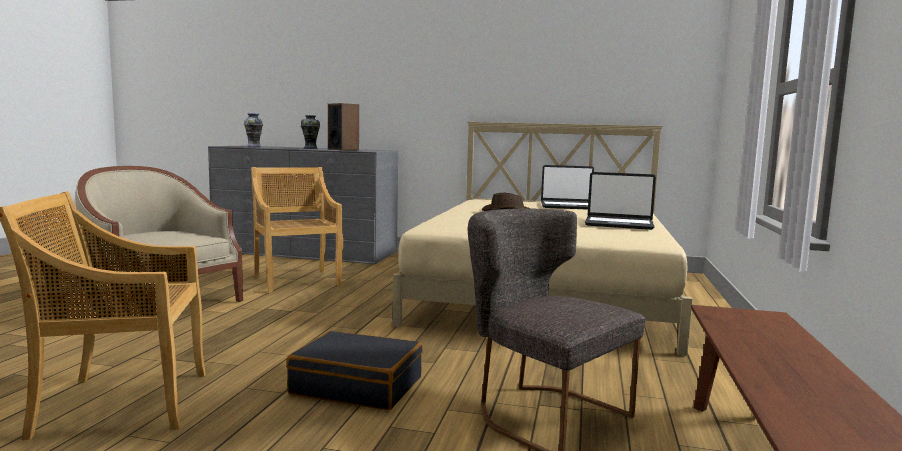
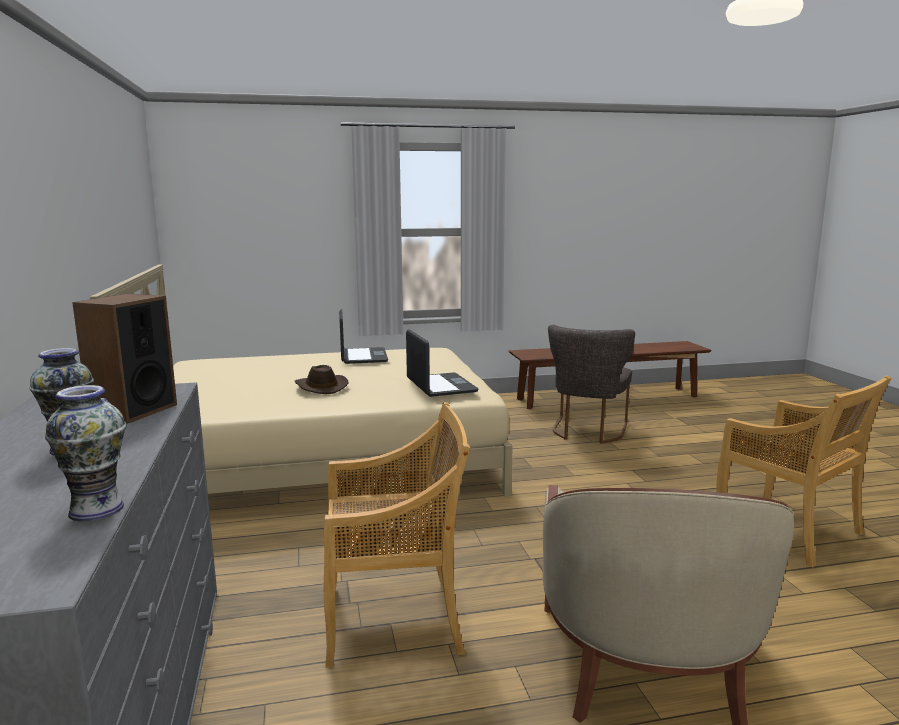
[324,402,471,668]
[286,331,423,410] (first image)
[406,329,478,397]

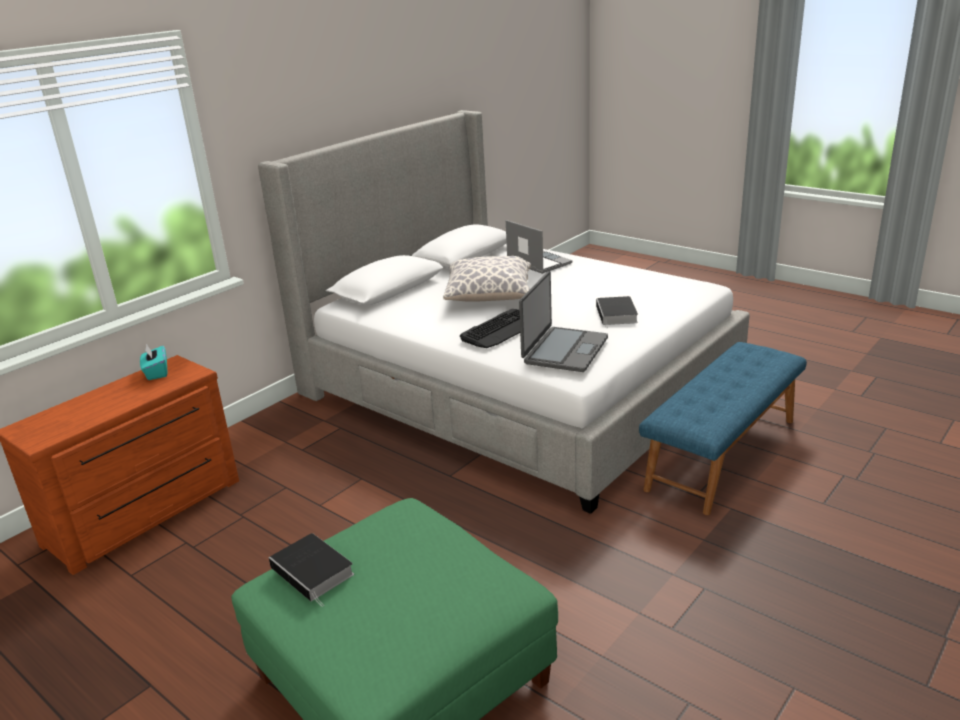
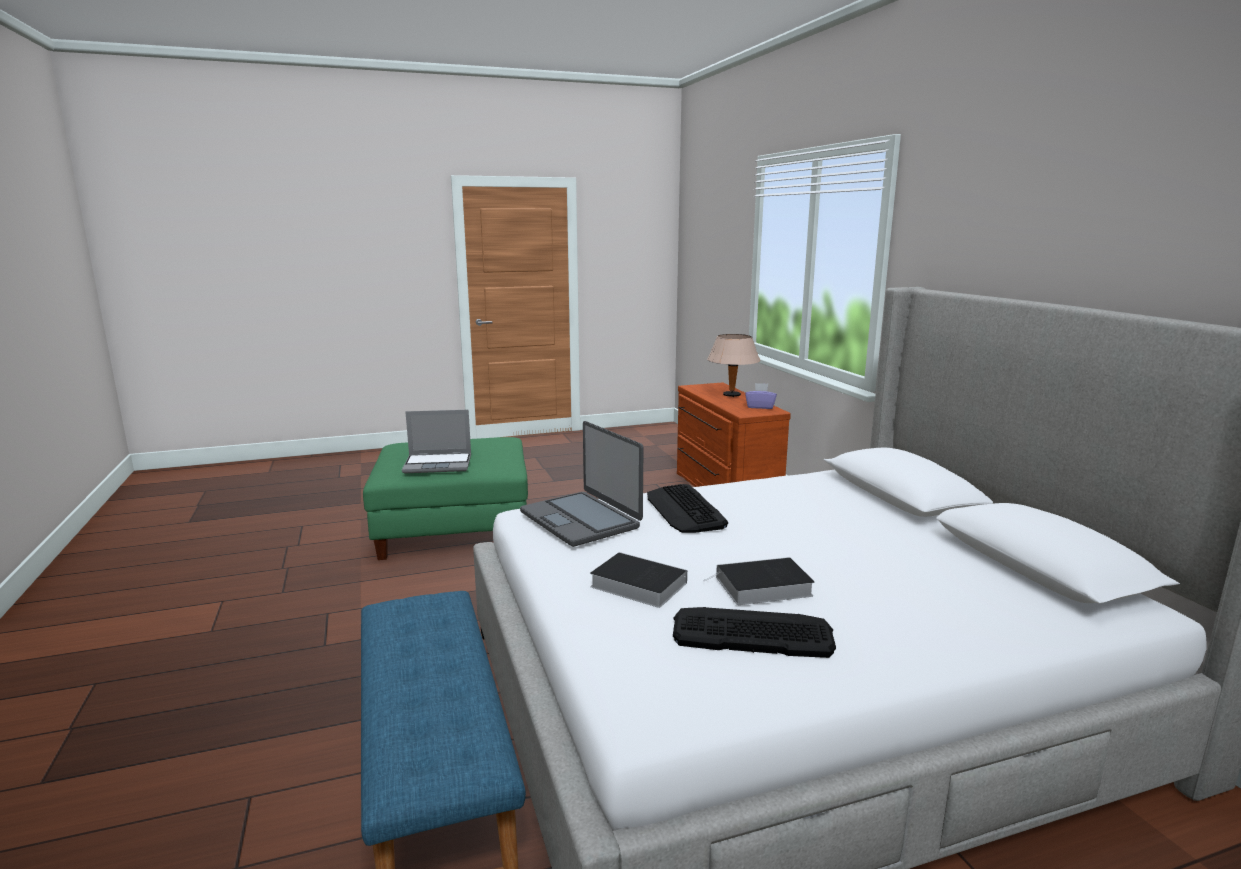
[745,383,777,409]
[703,557,814,605]
[443,256,531,302] (first image)
[402,410,471,473]
[673,607,836,658]
[707,334,760,397]

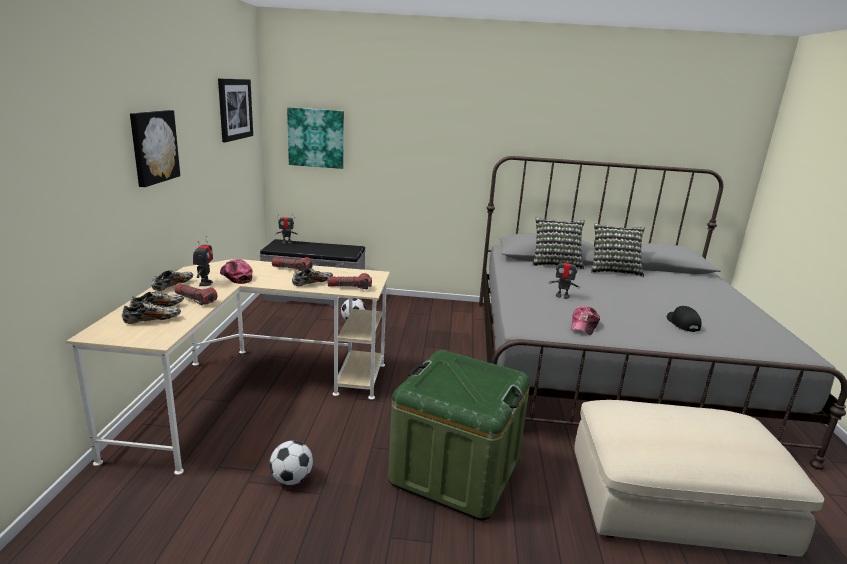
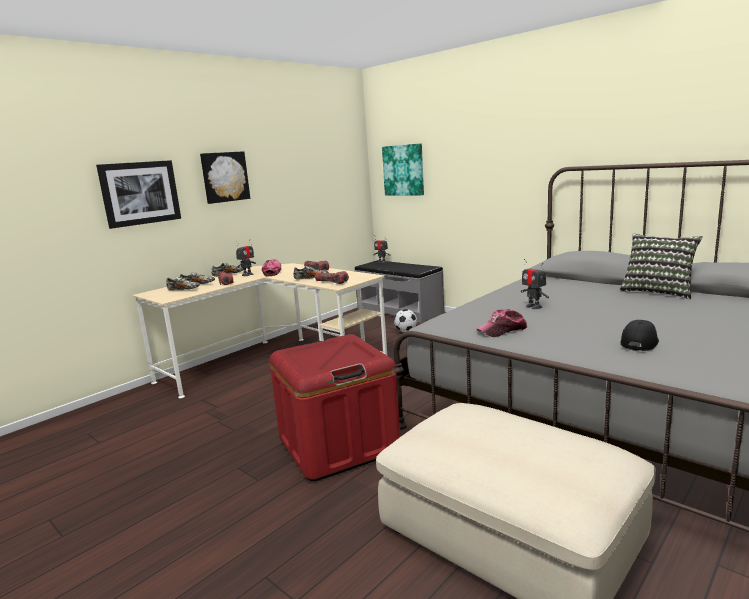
[96,160,181,229]
[270,440,313,485] (first image)
[269,334,400,481]
[533,218,585,269] (first image)

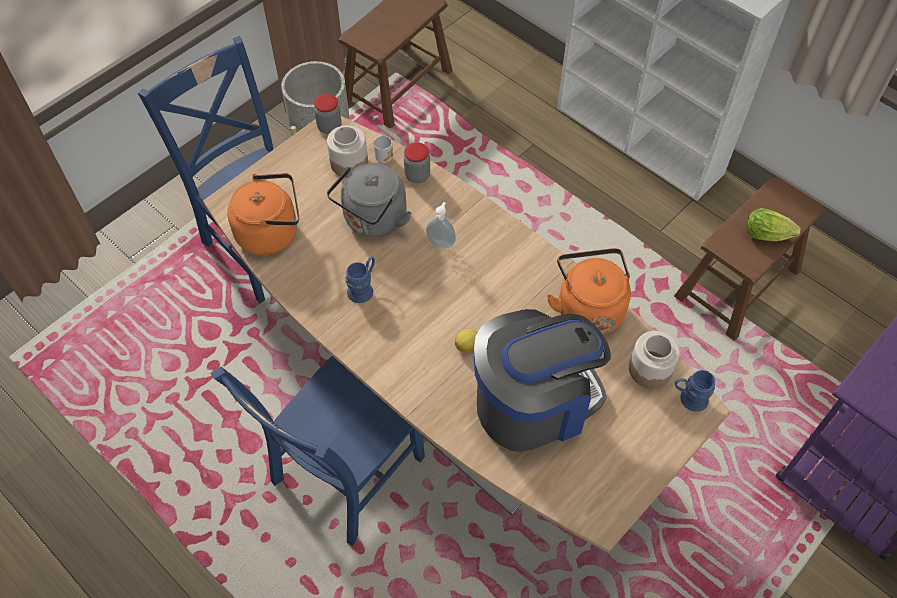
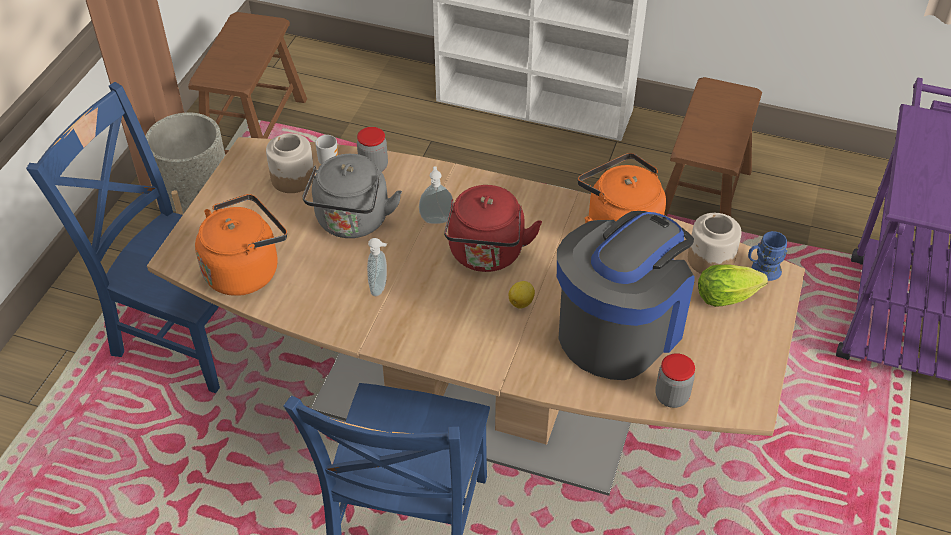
[655,353,695,408]
[367,238,387,296]
[698,265,768,307]
[444,185,542,272]

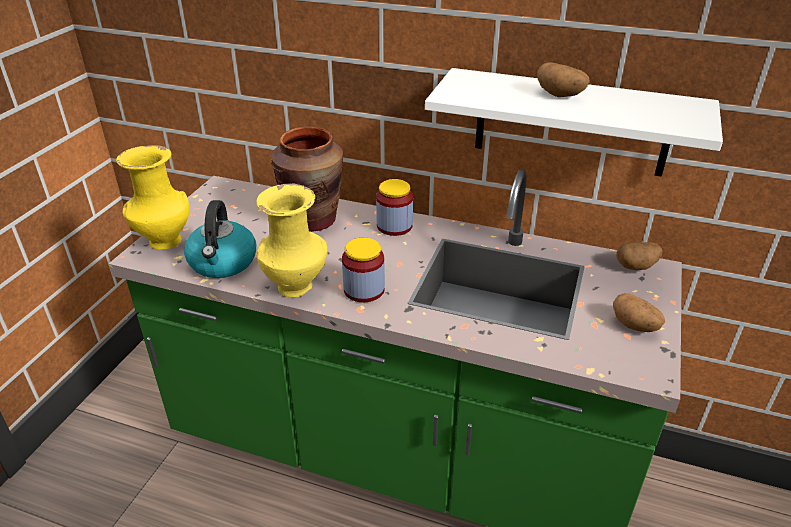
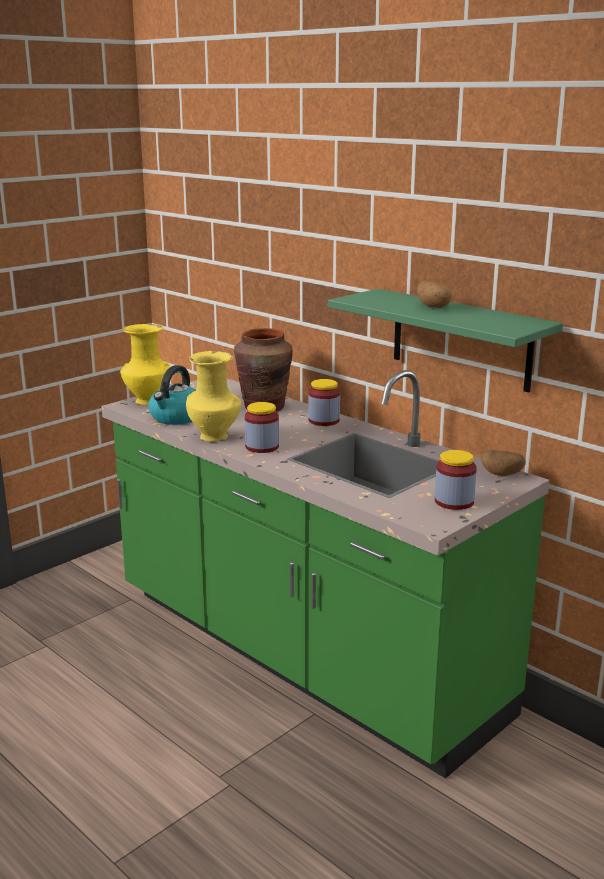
[328,289,563,392]
[435,450,477,510]

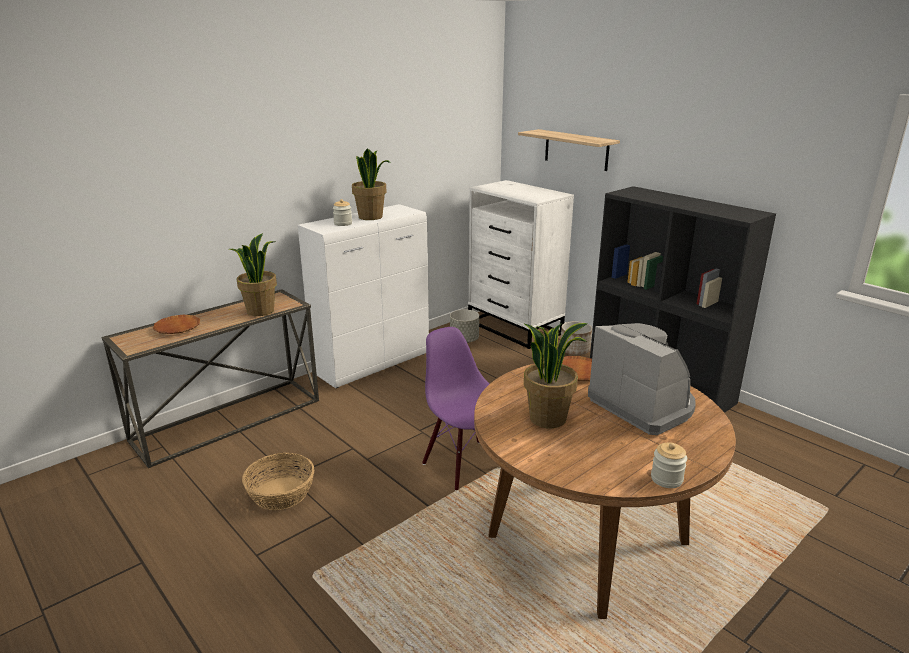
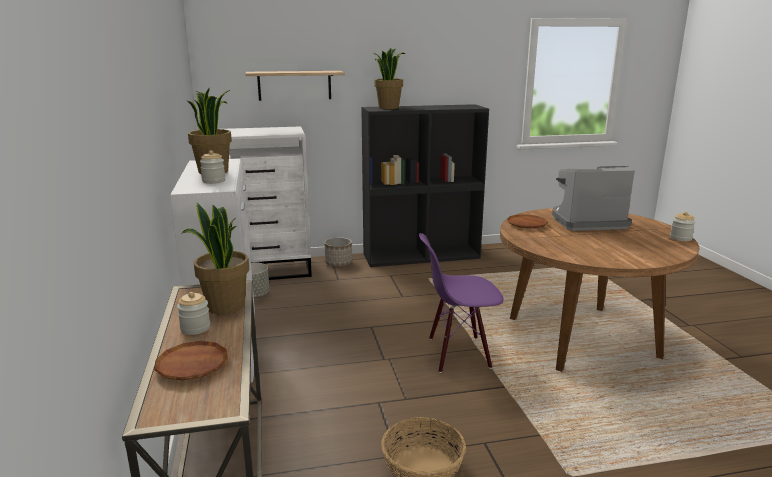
[373,48,405,109]
[177,292,210,335]

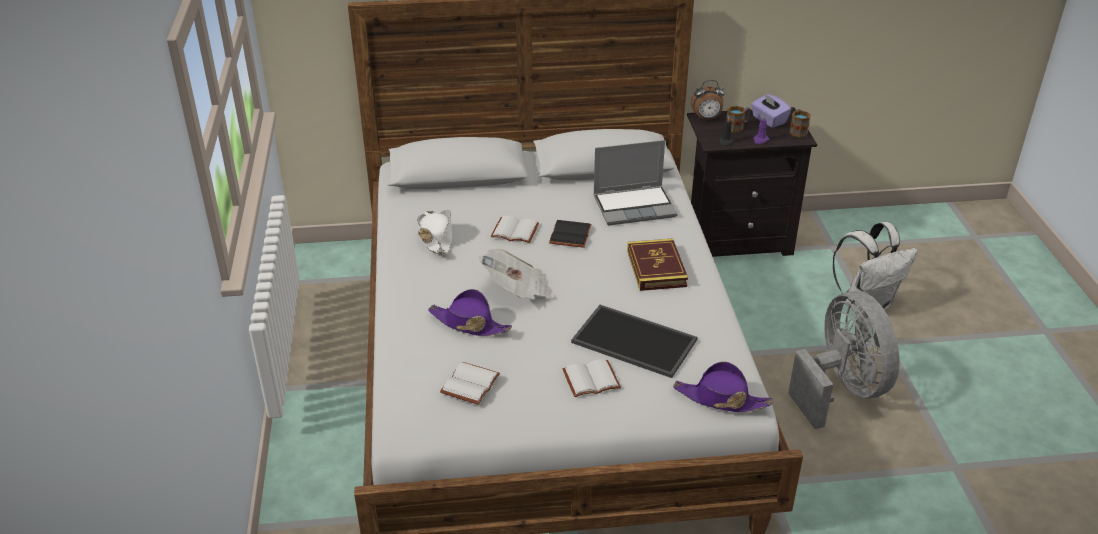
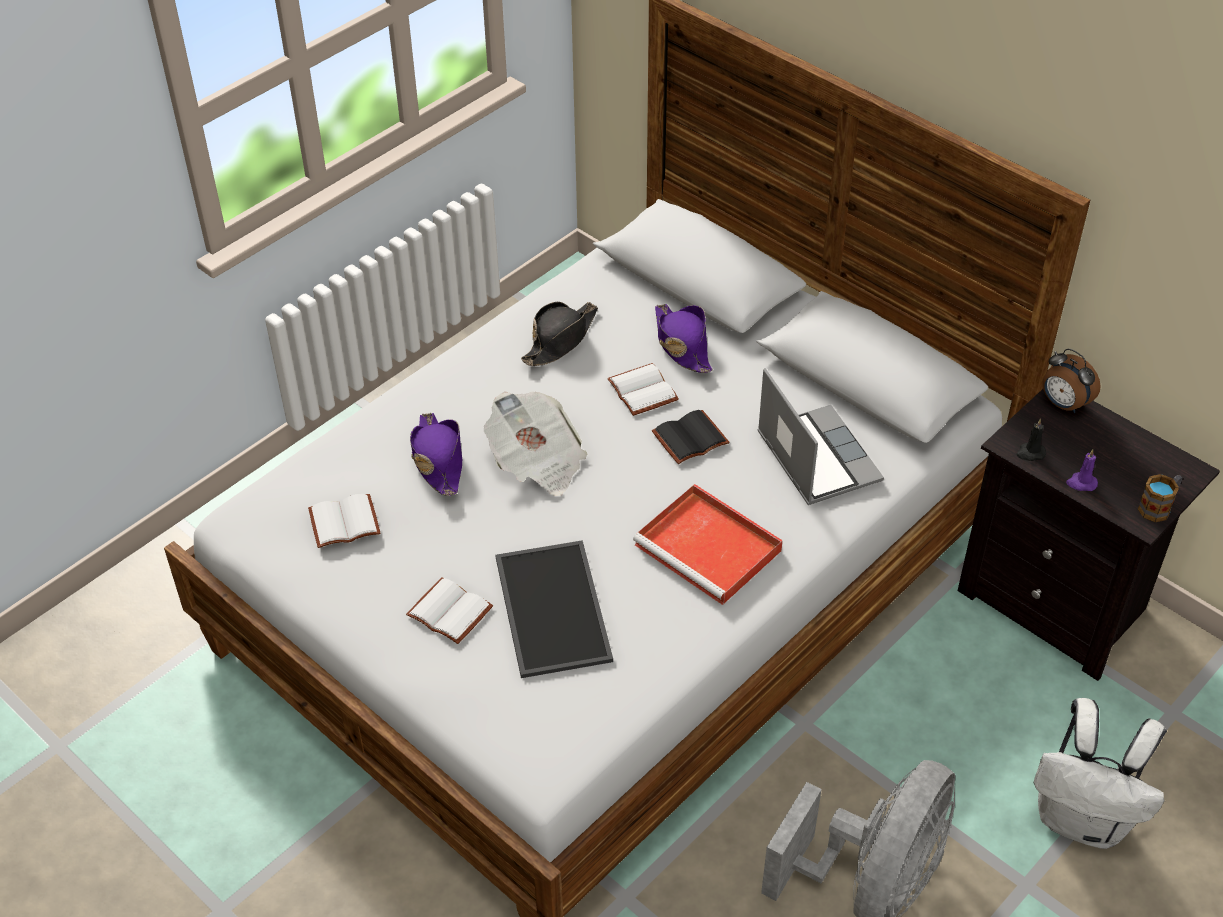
[521,302,598,366]
[758,368,884,505]
[633,484,783,605]
[655,304,713,373]
[726,106,750,132] (first image)
[751,94,791,128] (first image)

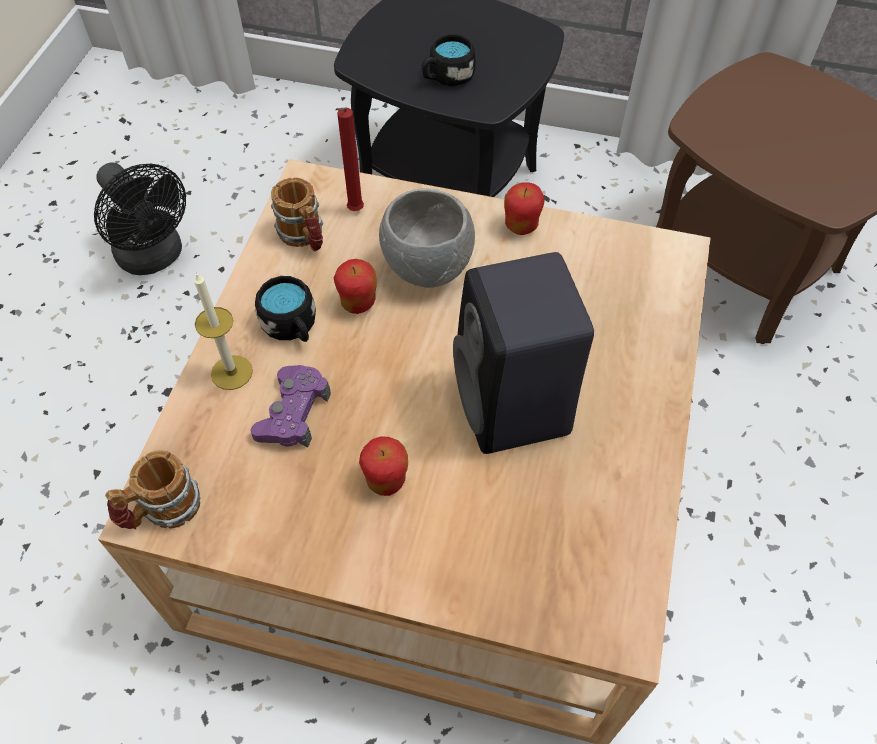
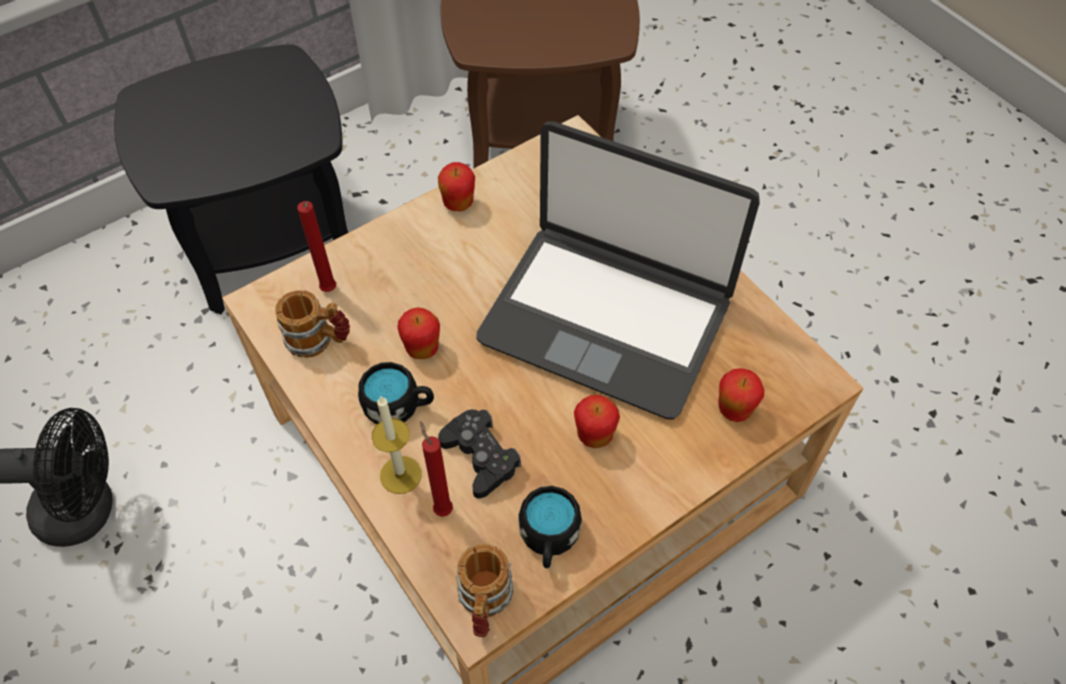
[438,409,521,499]
[379,188,475,288] (first image)
[518,486,582,569]
[476,121,760,420]
[420,421,453,517]
[718,368,764,422]

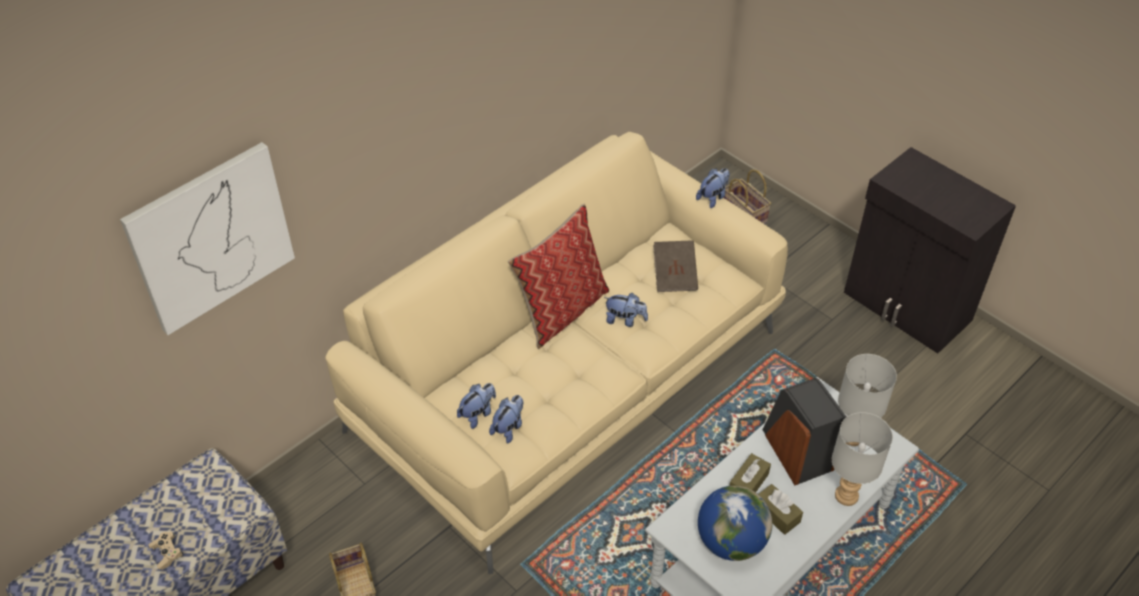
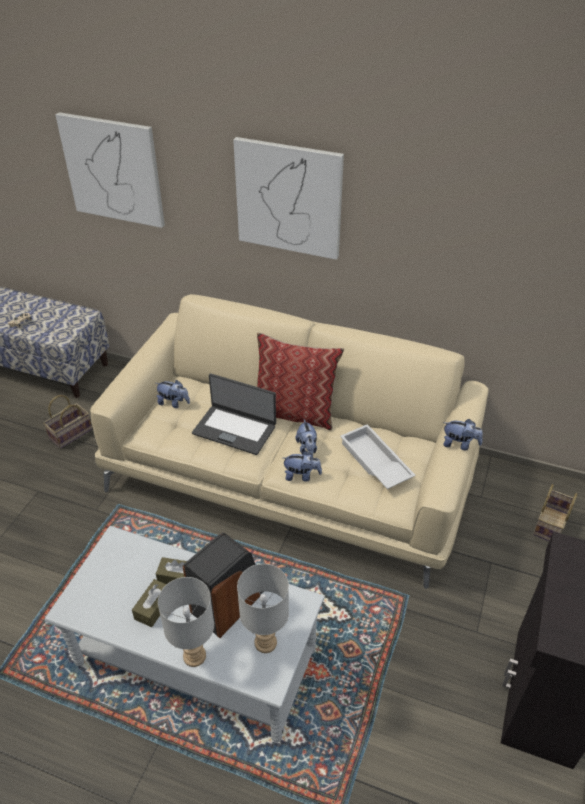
[283,451,322,482]
[340,424,416,489]
[698,486,772,561] (first image)
[192,373,276,455]
[233,137,344,260]

